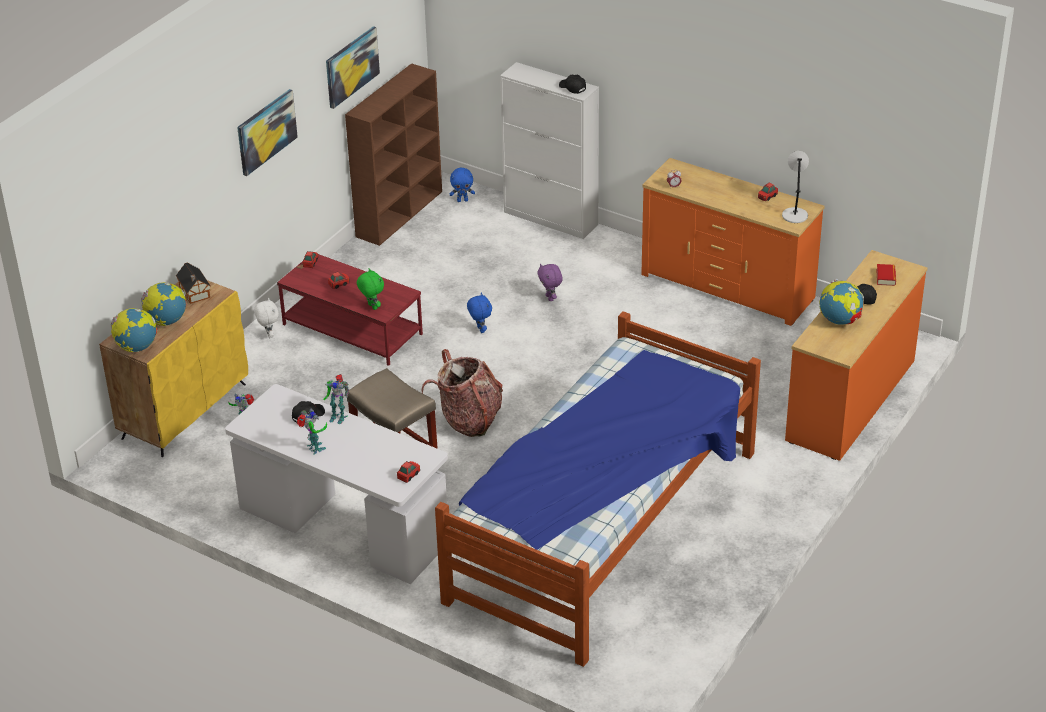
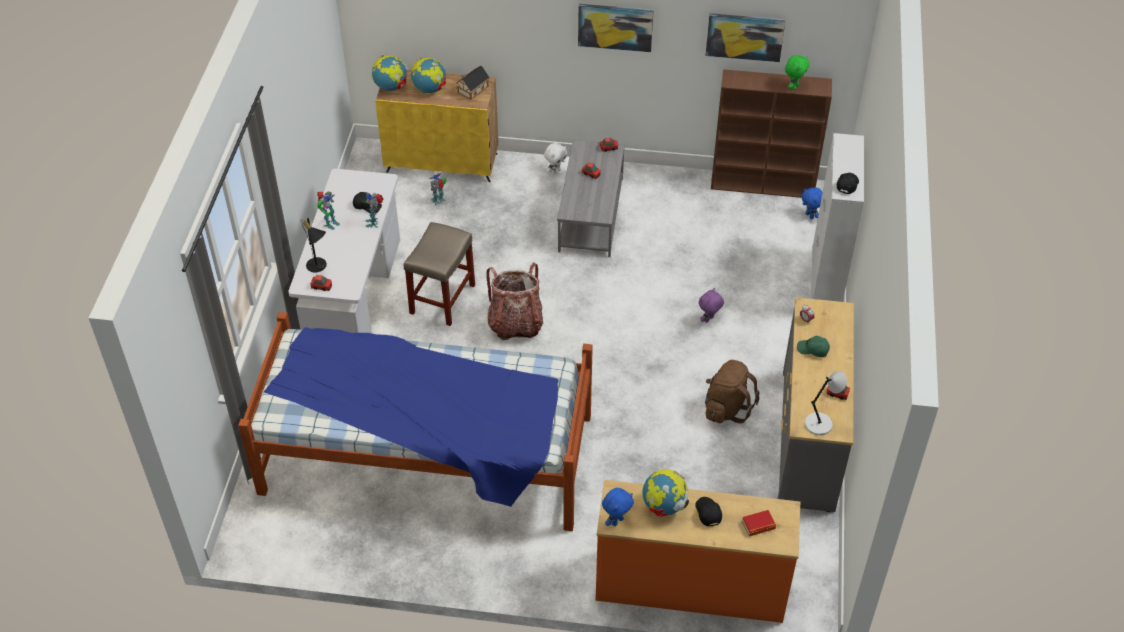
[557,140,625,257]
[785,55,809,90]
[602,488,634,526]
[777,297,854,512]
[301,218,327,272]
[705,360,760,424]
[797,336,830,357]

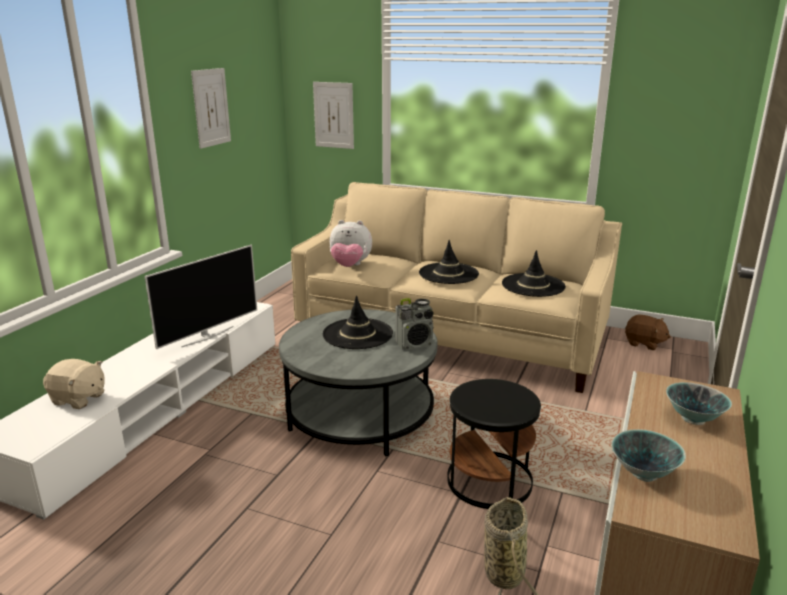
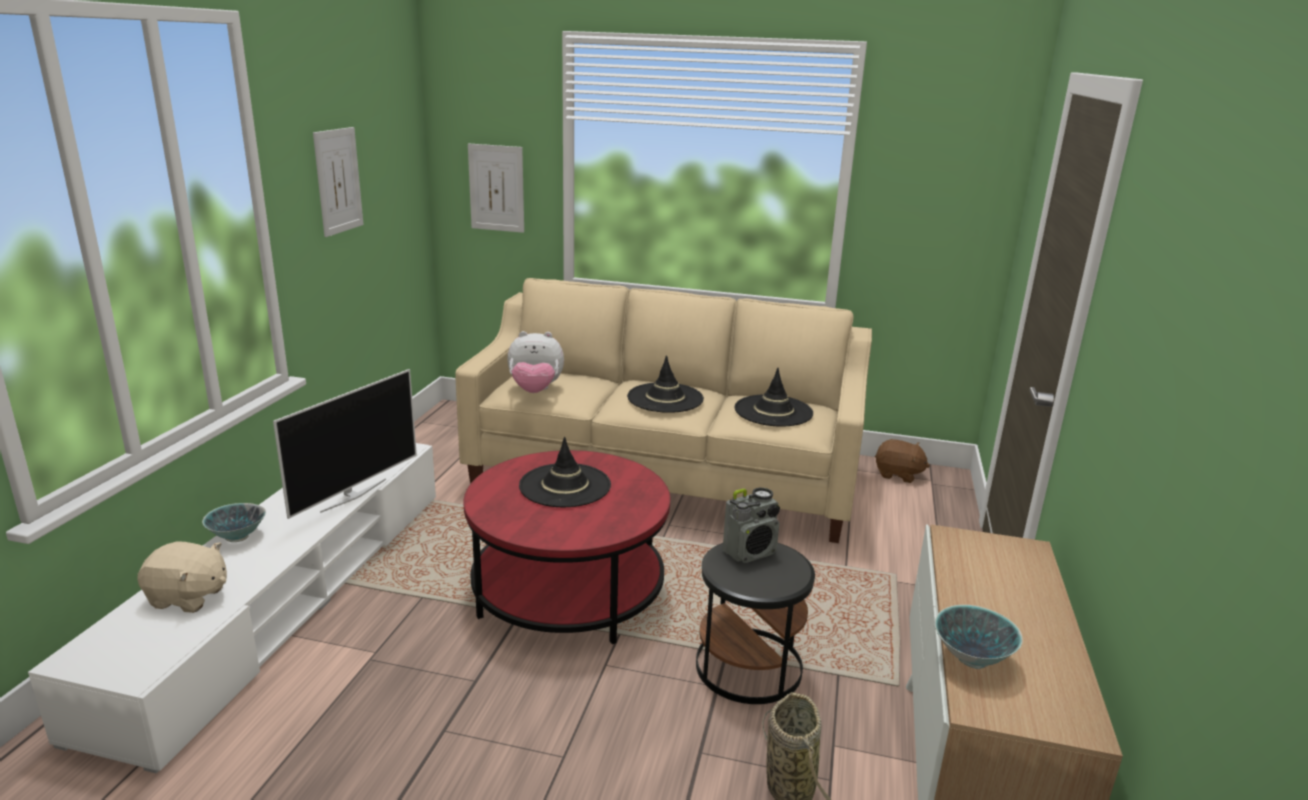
[464,450,670,644]
[723,488,780,563]
[202,503,266,542]

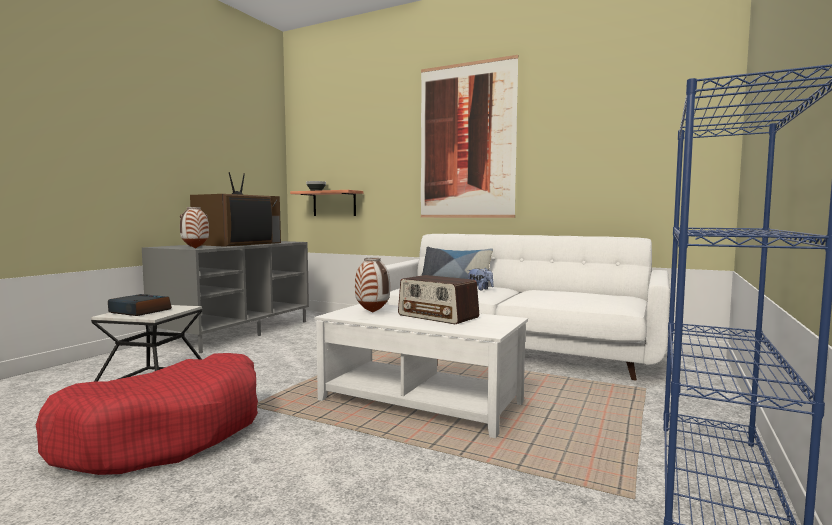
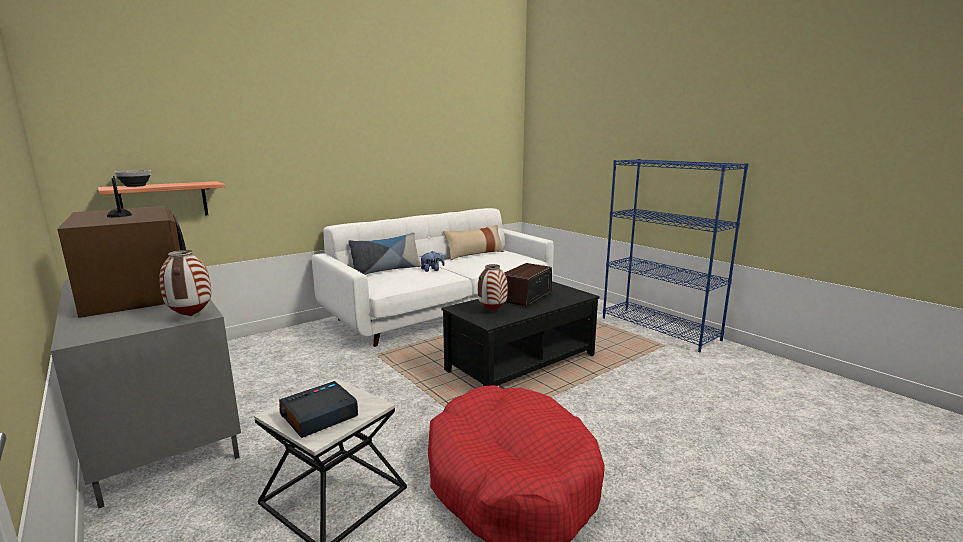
[442,281,600,386]
[504,263,552,307]
[421,55,518,218] (first image)
[443,225,504,260]

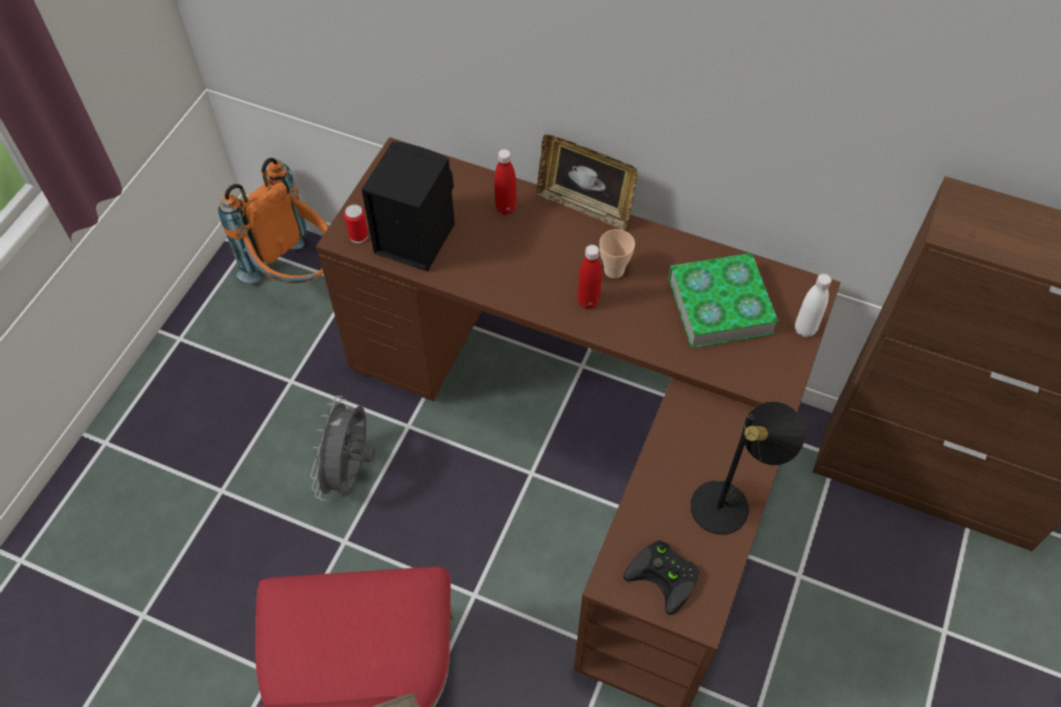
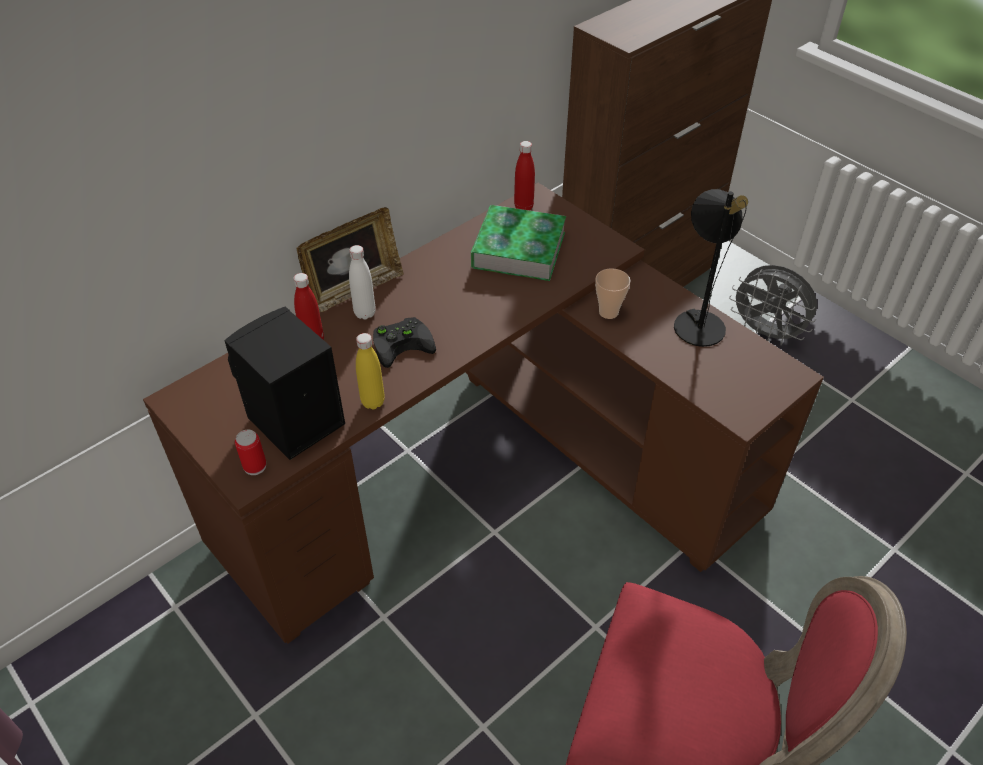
[218,158,329,283] (first image)
[729,265,817,345]
[514,141,535,210]
[595,268,630,319]
[373,317,436,368]
[349,245,376,320]
[356,333,385,409]

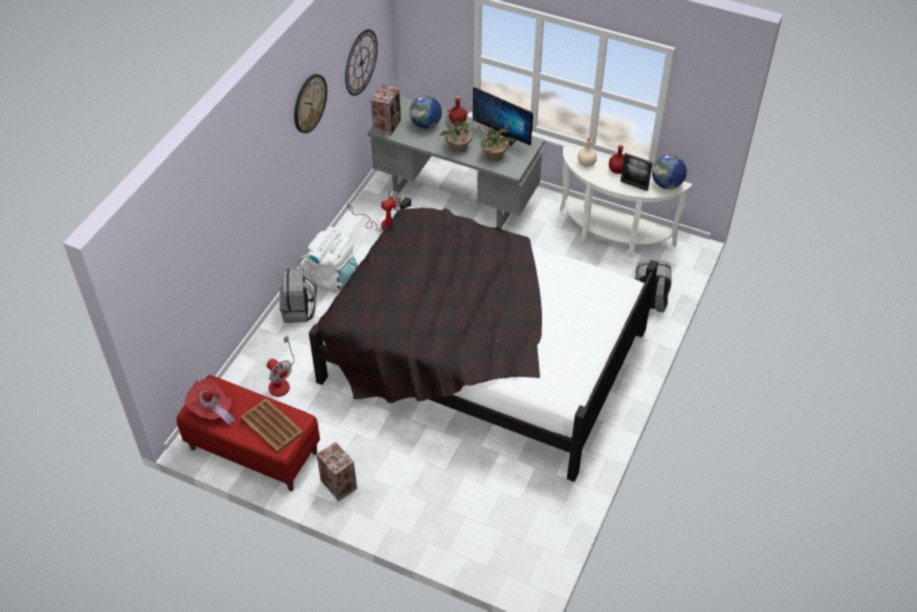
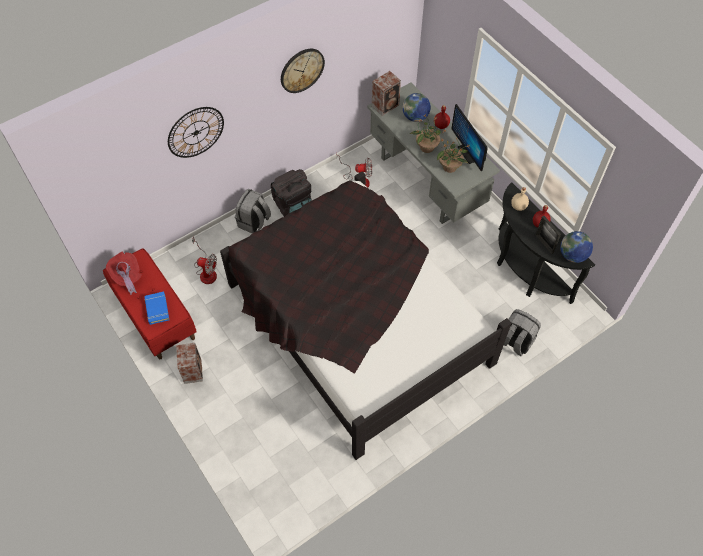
[144,292,169,325]
[192,237,217,284]
[271,169,312,217]
[168,107,224,158]
[497,183,595,304]

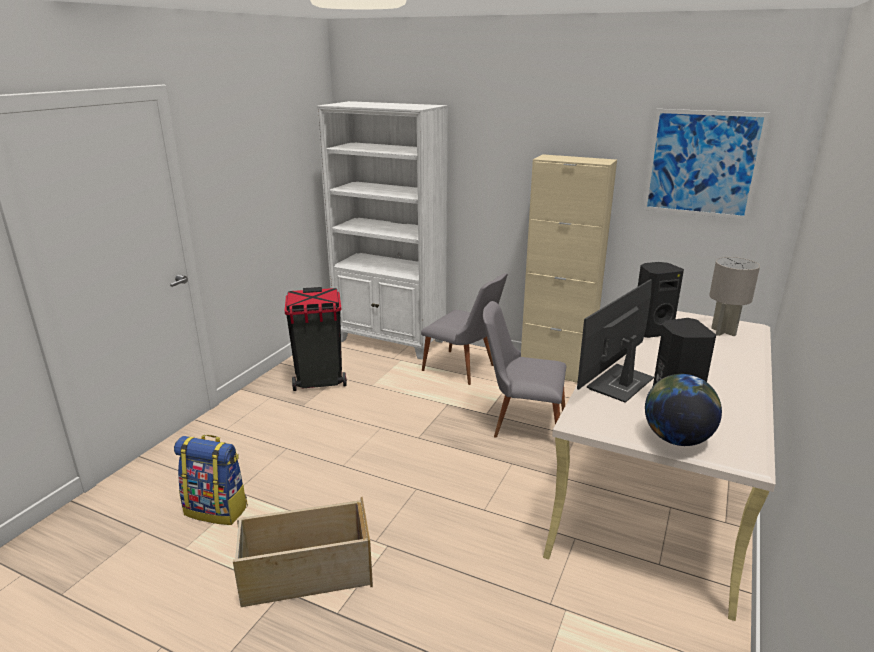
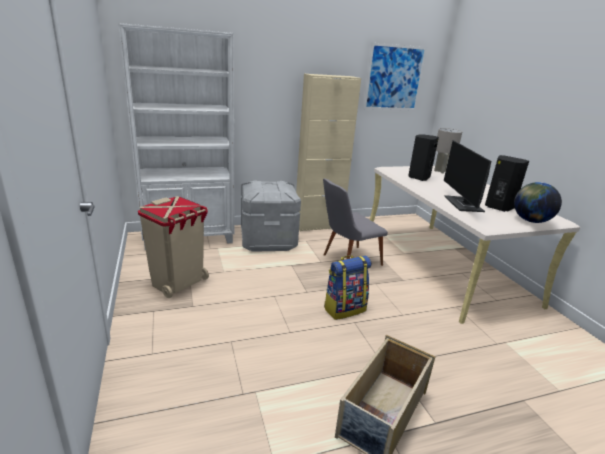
[324,255,371,320]
[138,196,209,298]
[241,180,301,252]

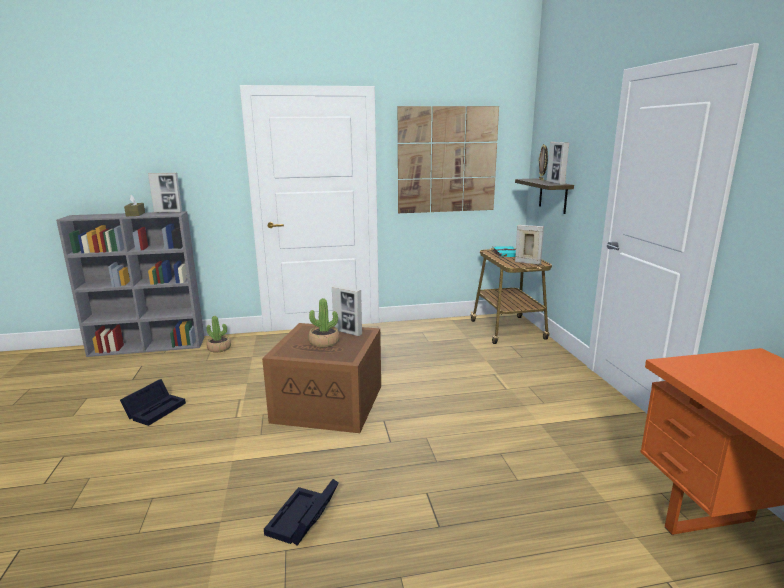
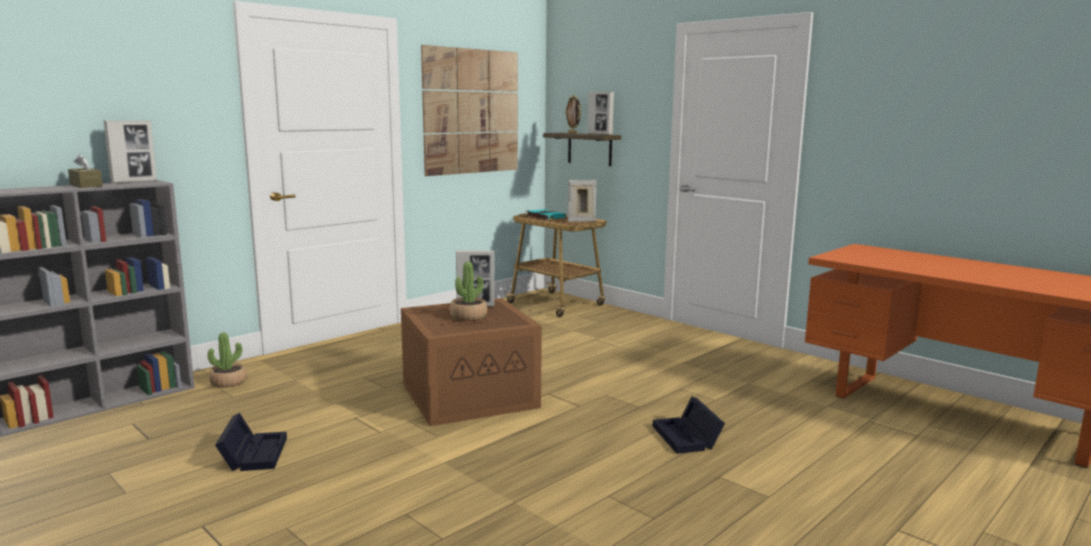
[653,396,725,454]

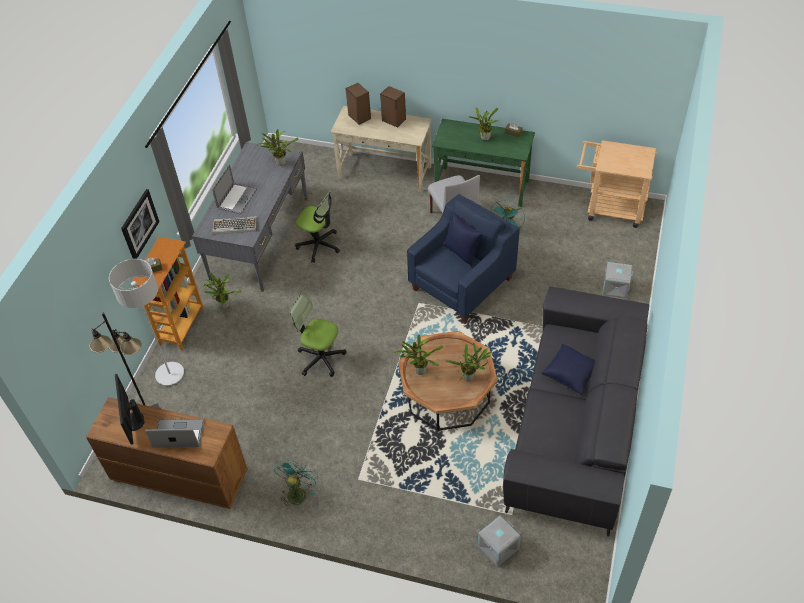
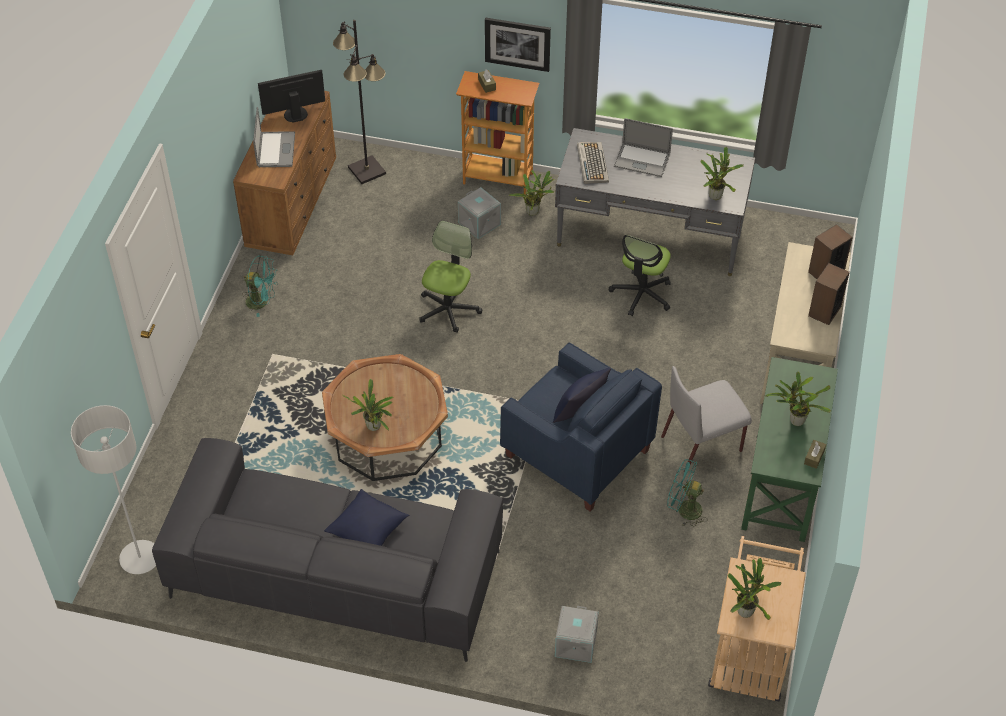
[71,405,156,574]
[728,558,782,620]
[458,187,501,239]

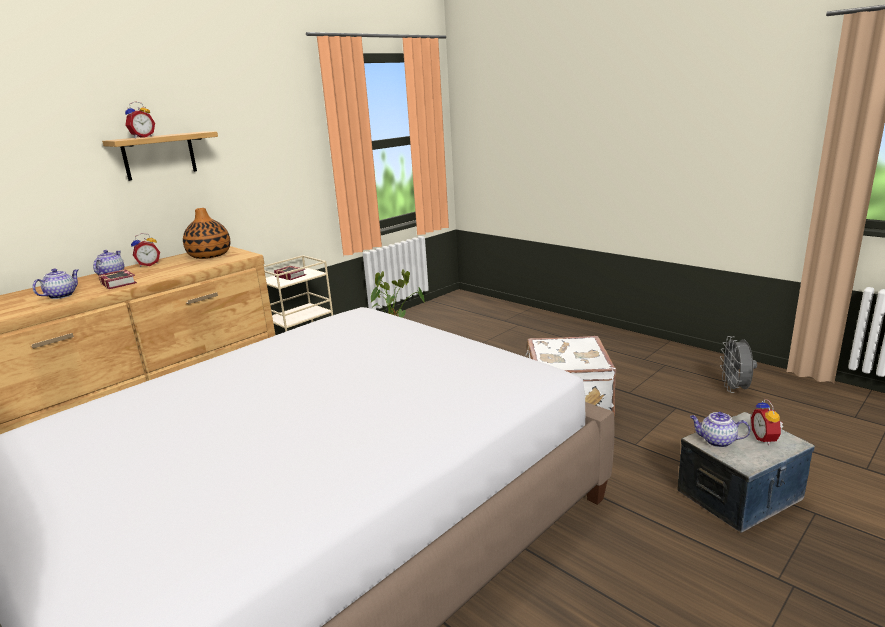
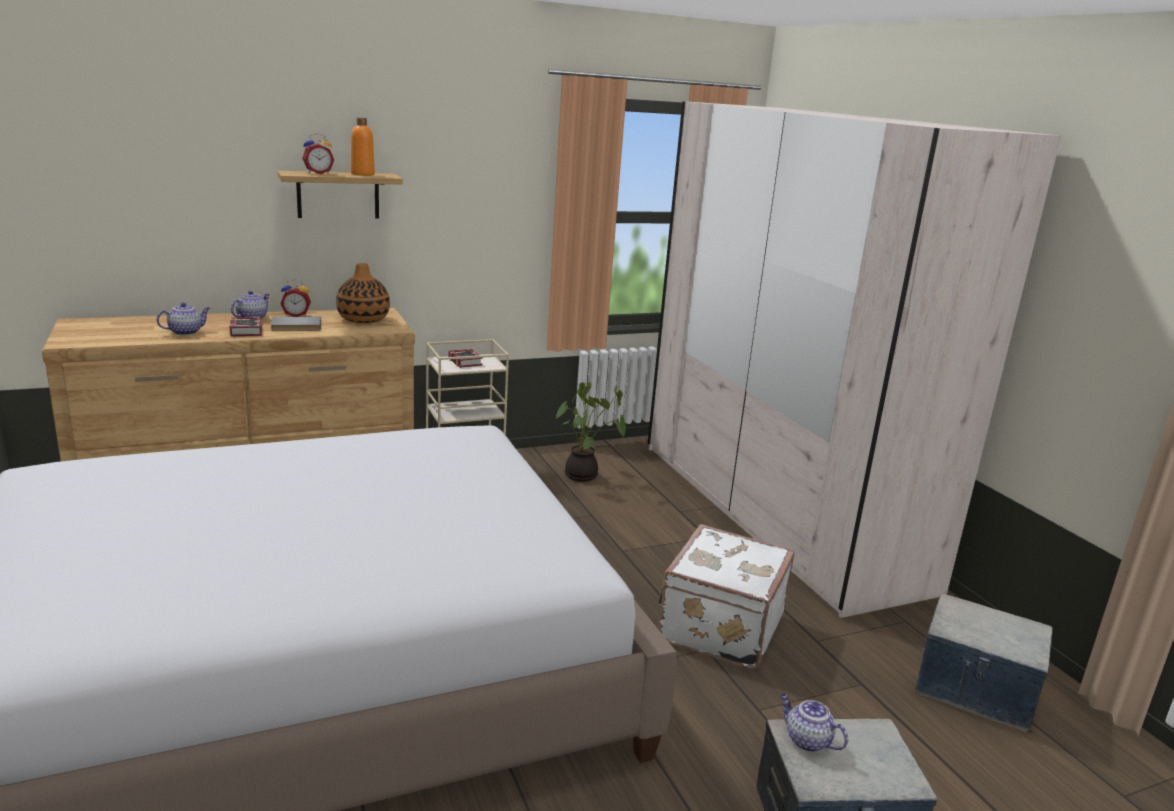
[915,593,1053,733]
[751,399,784,445] (first image)
[271,317,321,331]
[351,118,375,176]
[648,101,1061,618]

